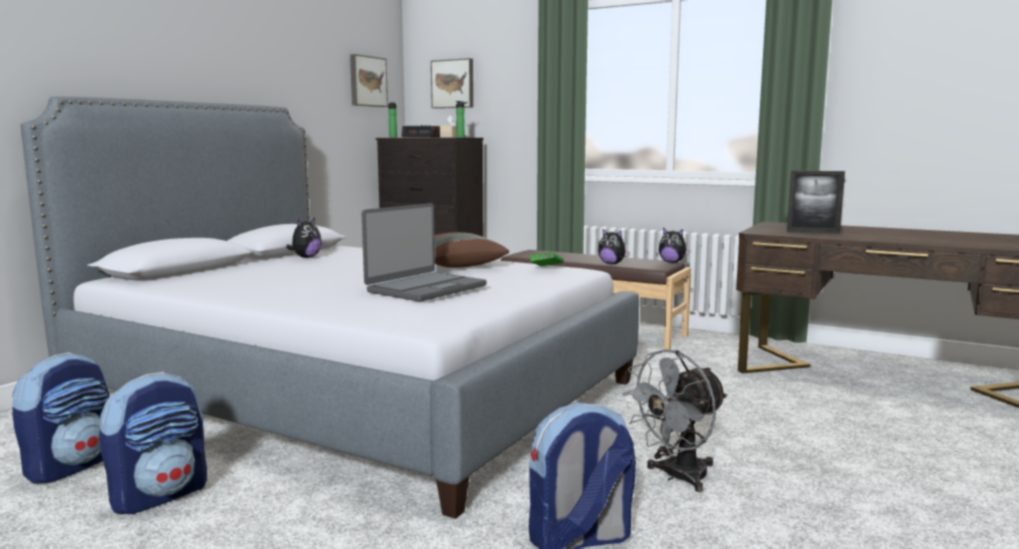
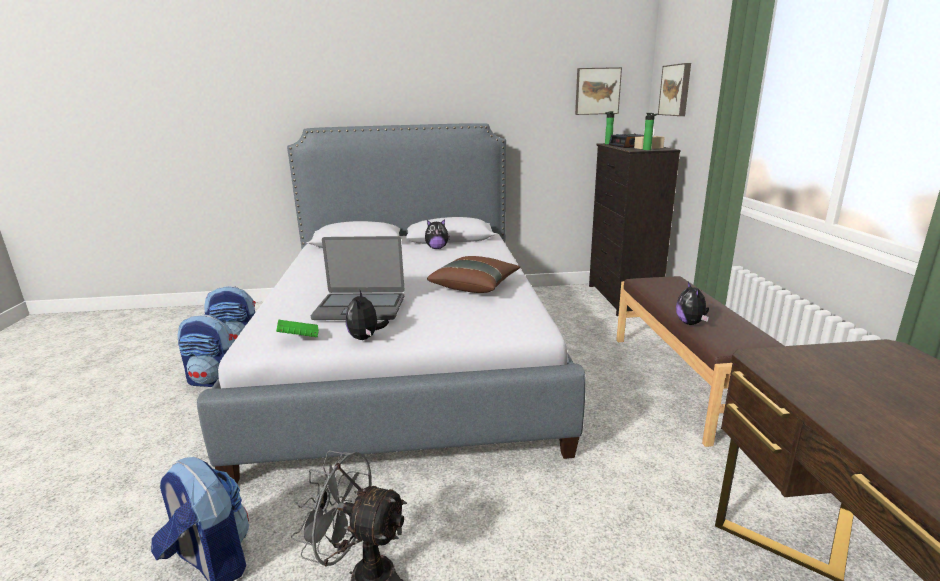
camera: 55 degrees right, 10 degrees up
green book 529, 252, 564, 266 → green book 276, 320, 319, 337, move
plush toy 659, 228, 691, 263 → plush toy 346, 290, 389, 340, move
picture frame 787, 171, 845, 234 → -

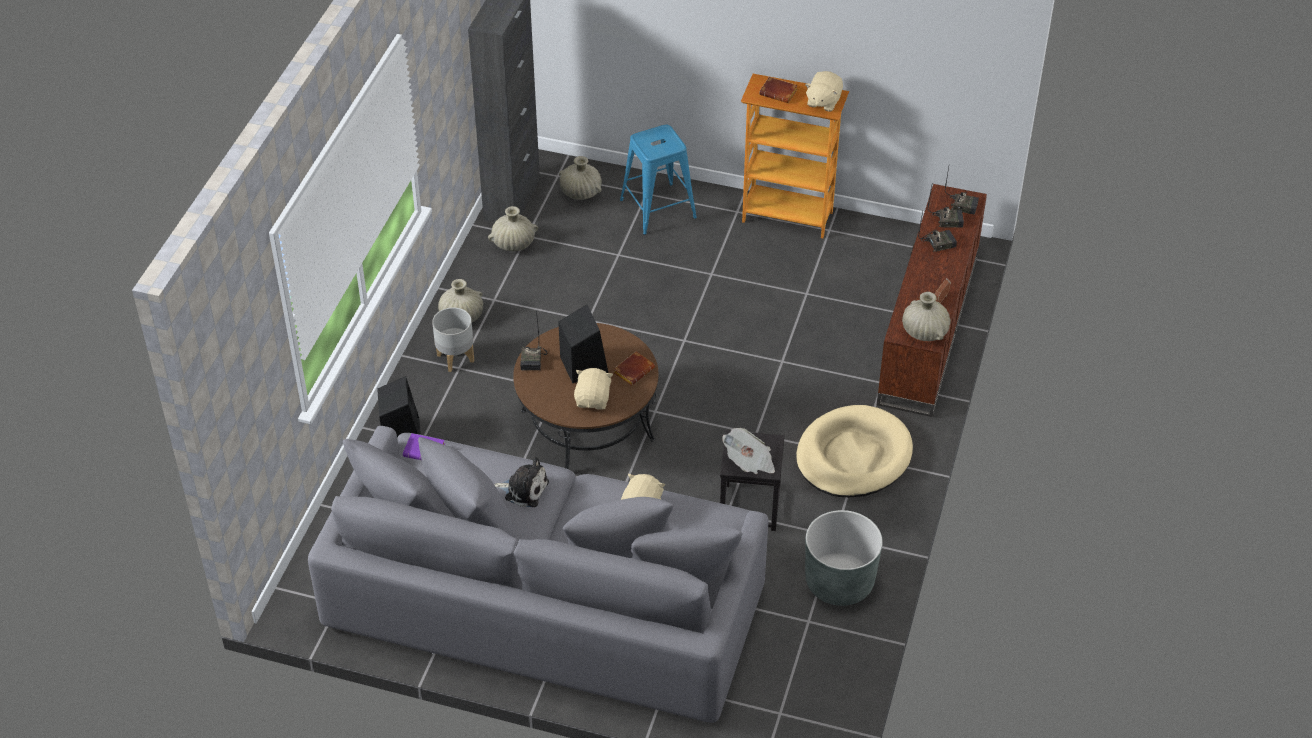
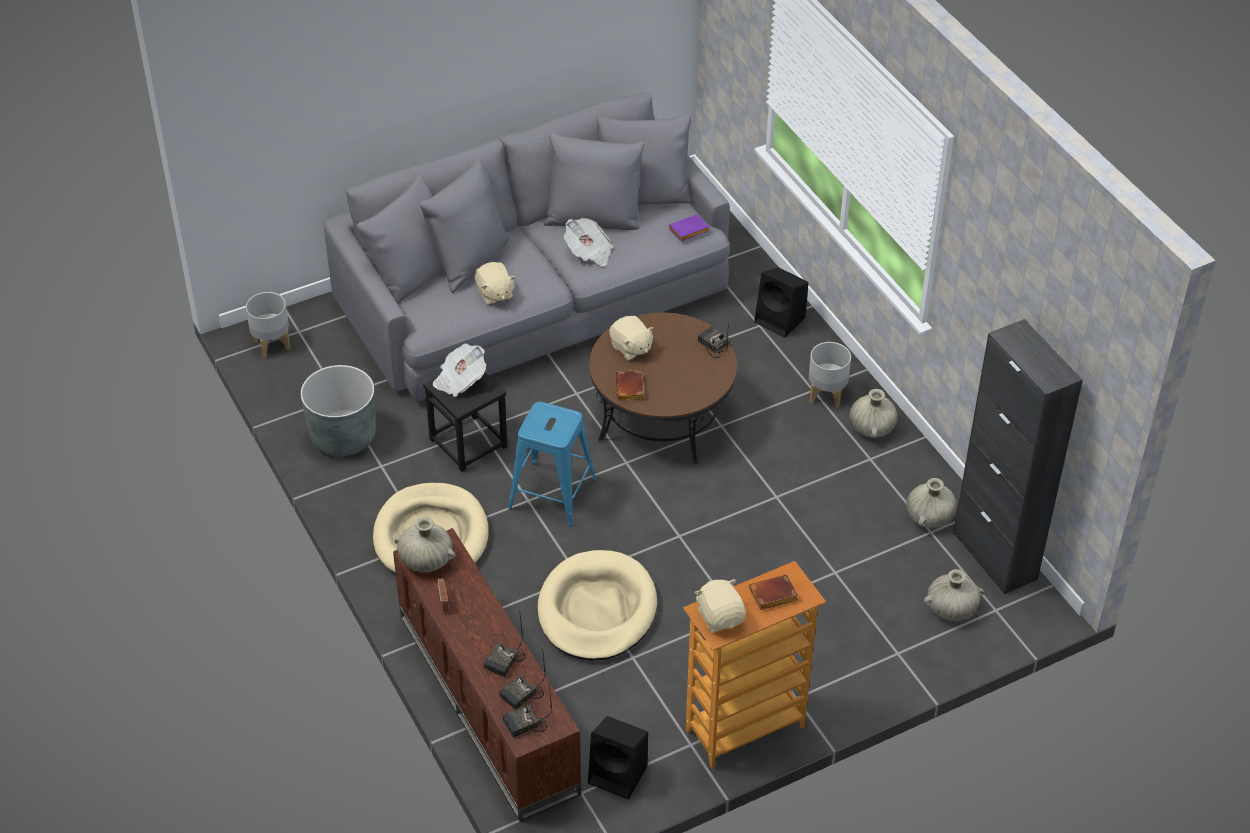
camera: 135 degrees right, 0 degrees up
- → grey planter 246, 292, 291, 358
blue stool 620, 125, 697, 235 → blue stool 508, 402, 596, 527, move
- → beige dog bed 537, 550, 657, 661
plush toy 494, 457, 549, 507 → newspaper 564, 218, 613, 266
black speaker 558, 304, 608, 383 → black speaker 588, 716, 648, 799, move

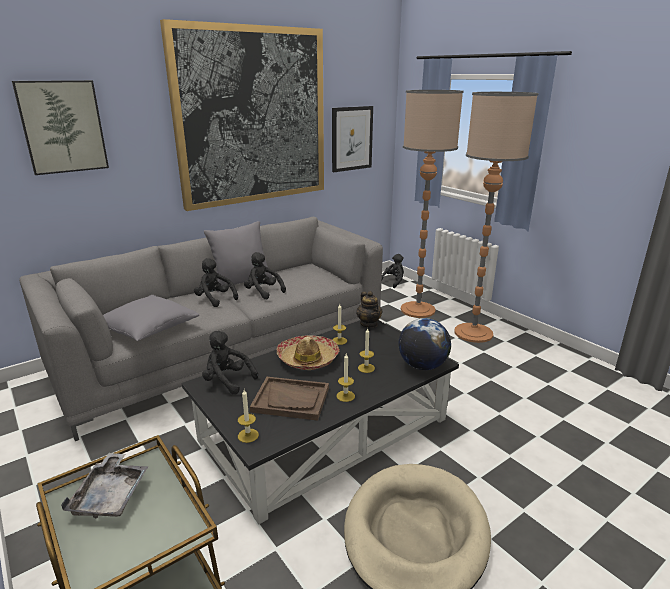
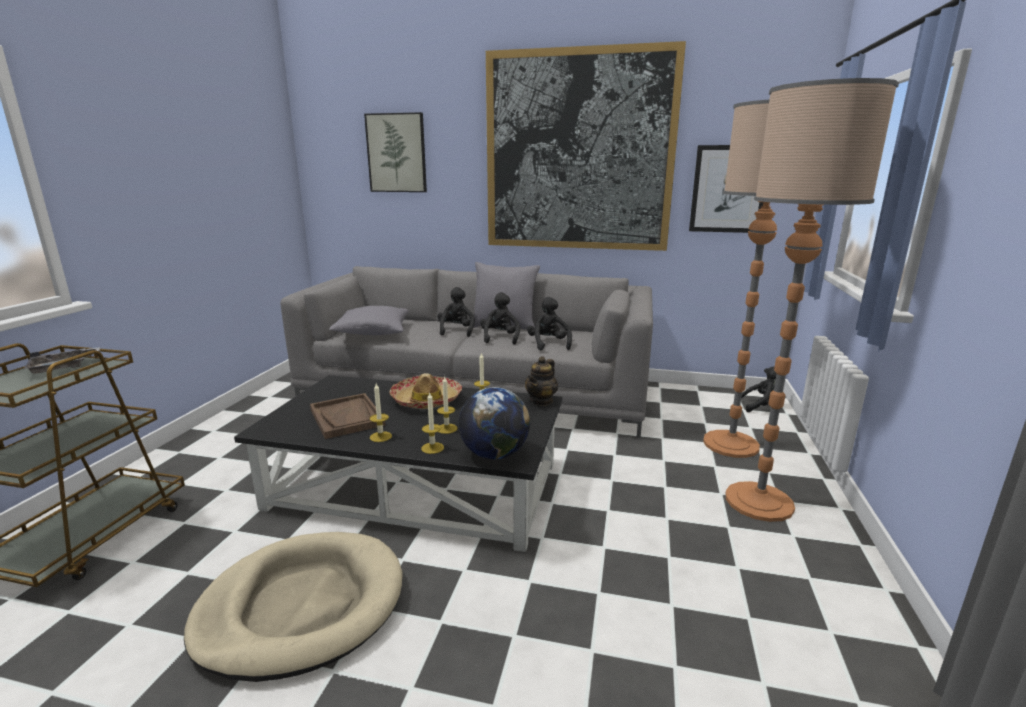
camera: 50 degrees right, 5 degrees down
candle 238, 390, 259, 443 → candle 421, 393, 444, 454, move
black plush toy 202, 331, 258, 395 → black plush toy 527, 297, 572, 350, move

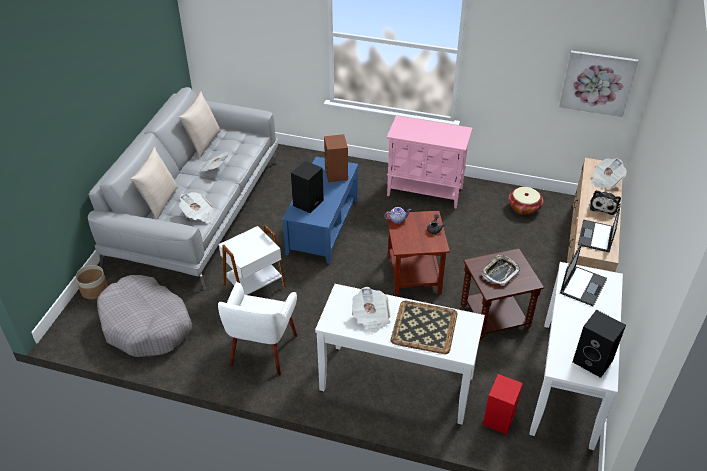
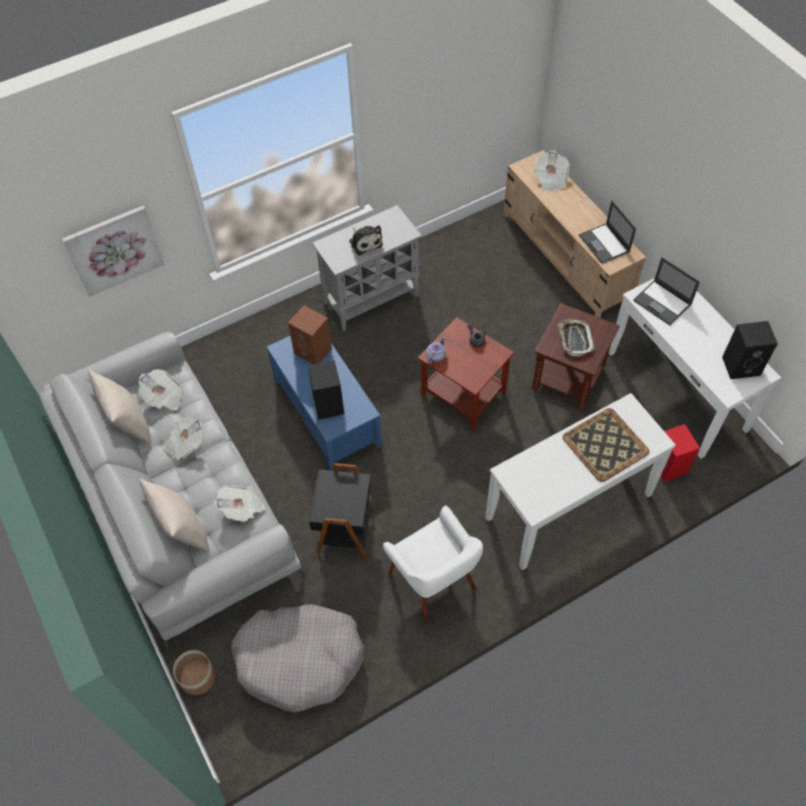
camera: 45 degrees left, 15 degrees up
picture 559, 50, 638, 117 → picture 62, 205, 165, 297, move
newspaper 352, 287, 390, 334 → newspaper 138, 369, 183, 410, move
white side table 219, 225, 286, 295 → black side table 309, 463, 375, 559
pink cabinet 387, 116, 472, 209 → grey cabinet 312, 205, 422, 331
plush toy 590, 190, 621, 215 → plush toy 349, 225, 383, 256, move
laptop 560, 242, 607, 306 → laptop 633, 257, 700, 325, 150 degrees clockwise
basket 508, 187, 543, 215 → -

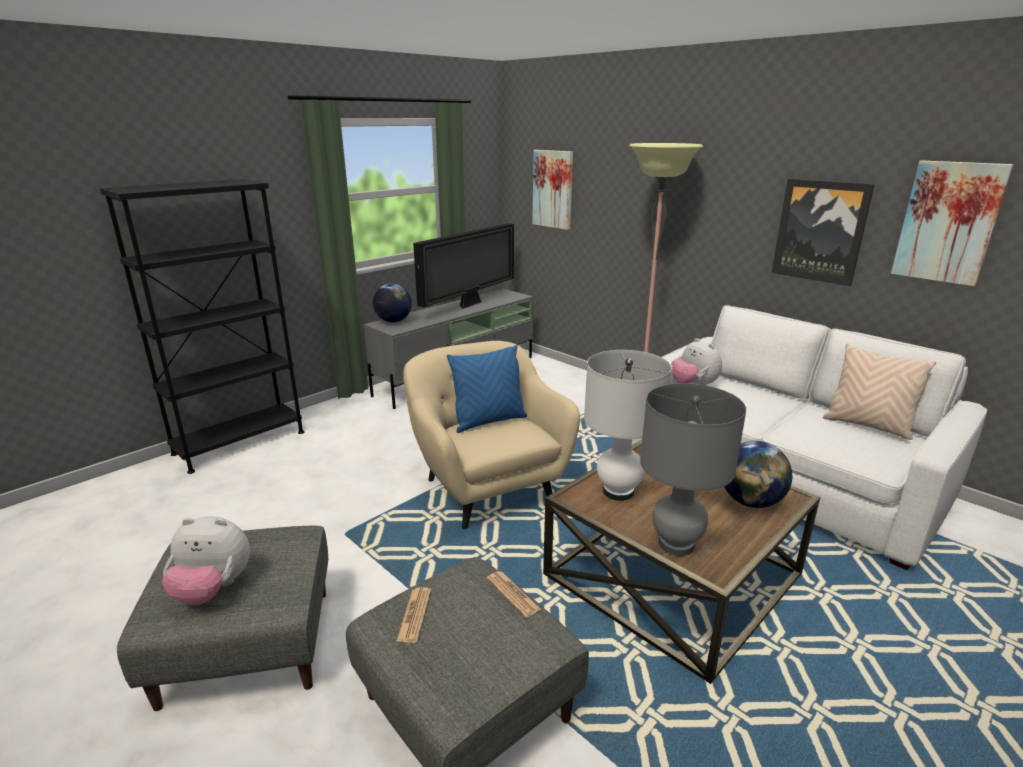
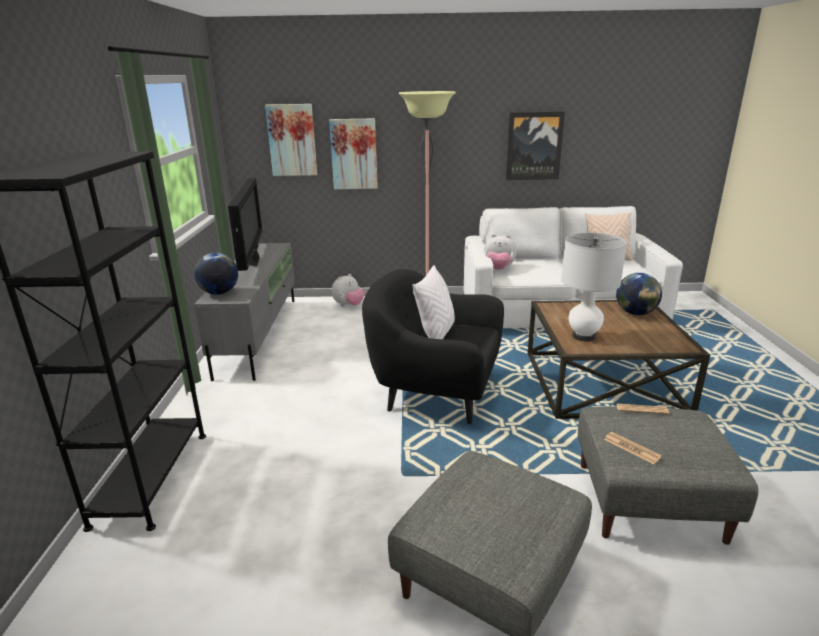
camera: 45 degrees left, 0 degrees up
picture 891, 160, 1014, 286 → picture 329, 118, 378, 189, move
plush toy 162, 516, 250, 605 → plush toy 332, 274, 365, 306, move
beige armchair 403, 341, 580, 529 → black armchair 362, 269, 504, 424
blue pillow 447, 345, 527, 433 → white pillow 412, 265, 455, 339
grey table lamp 640, 383, 746, 556 → -

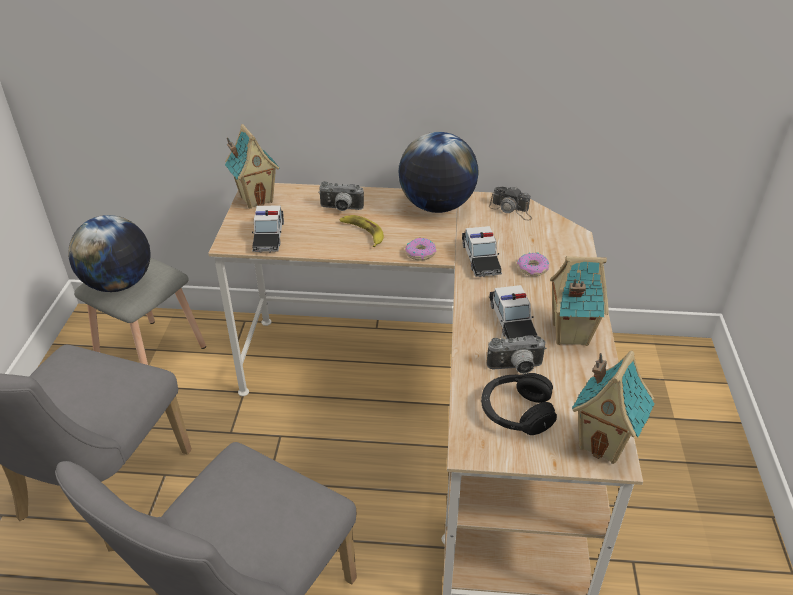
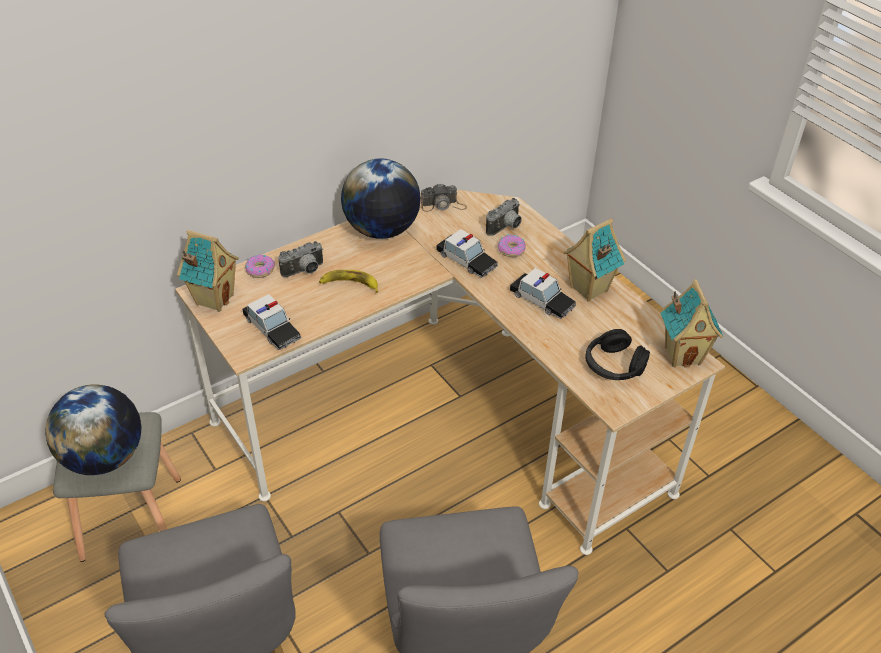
camera: 40 degrees left, 5 degrees up
donut 405, 238, 437, 261 → donut 245, 254, 275, 278, move
photo camera 486, 335, 546, 374 → photo camera 486, 198, 522, 236, move

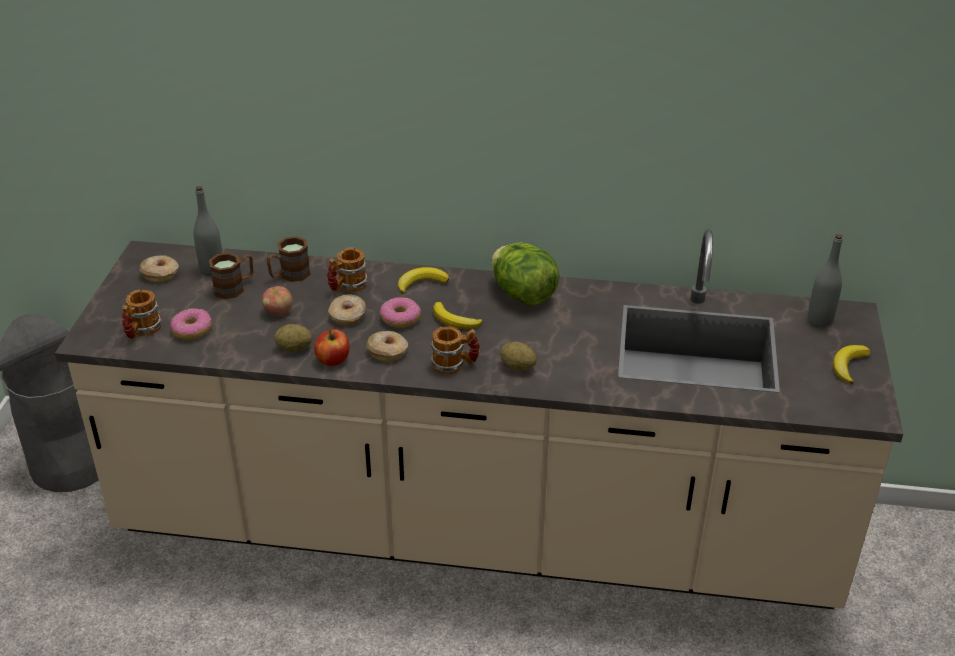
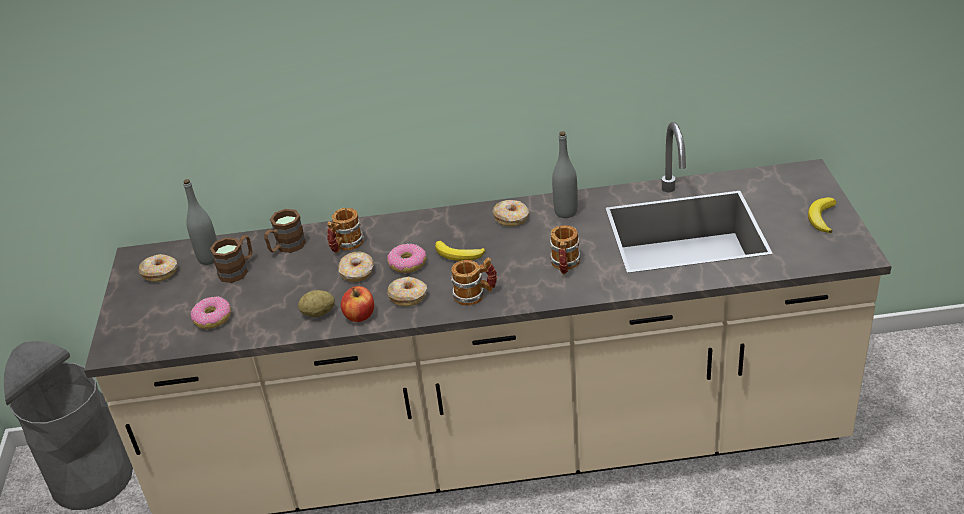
camera: 10 degrees left, 0 degrees up
lettuce 492, 242, 559, 306 → donut 492, 200, 529, 227
mug 122, 290, 162, 340 → mug 550, 225, 580, 274, move
grey bottle 808, 234, 843, 327 → grey bottle 552, 131, 578, 218, move
apple 262, 286, 293, 316 → -
banana 398, 267, 449, 294 → -
potato 500, 342, 537, 371 → -

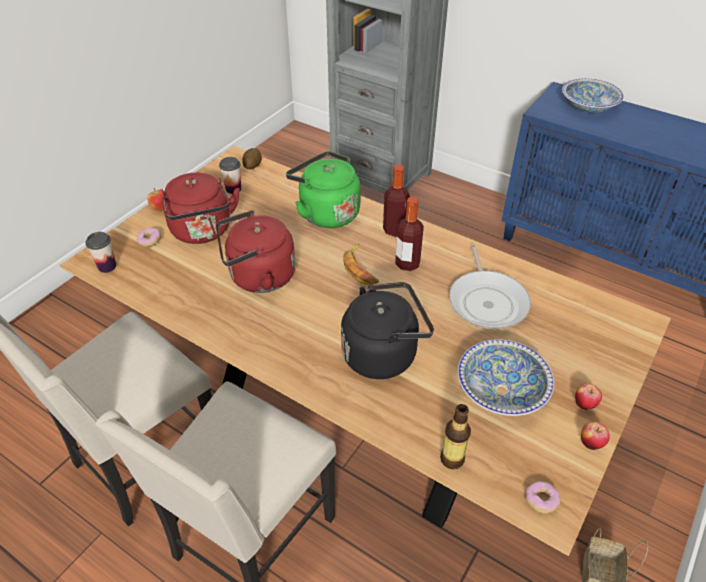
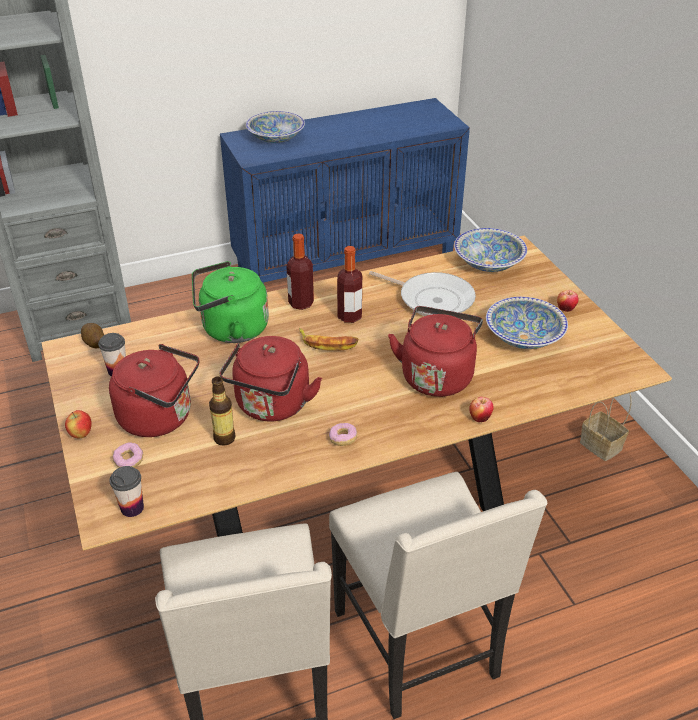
camera: 55 degrees left, 5 degrees down
bottle 440, 404, 471, 469 → bottle 209, 376, 236, 446, move
donut 525, 481, 561, 514 → donut 329, 423, 357, 446, move
black kettle 341, 282, 434, 379 → red kettle 388, 306, 483, 397
- → bowl 454, 228, 527, 272
apple 581, 422, 610, 450 → apple 469, 397, 494, 422, move

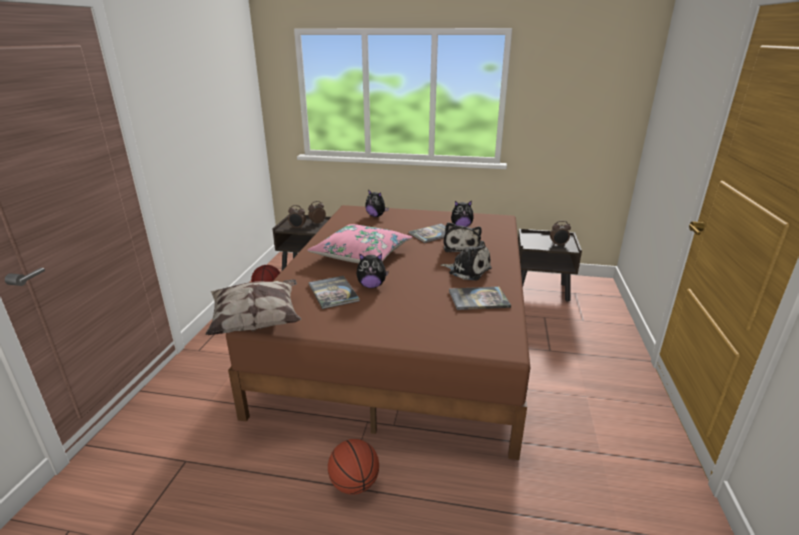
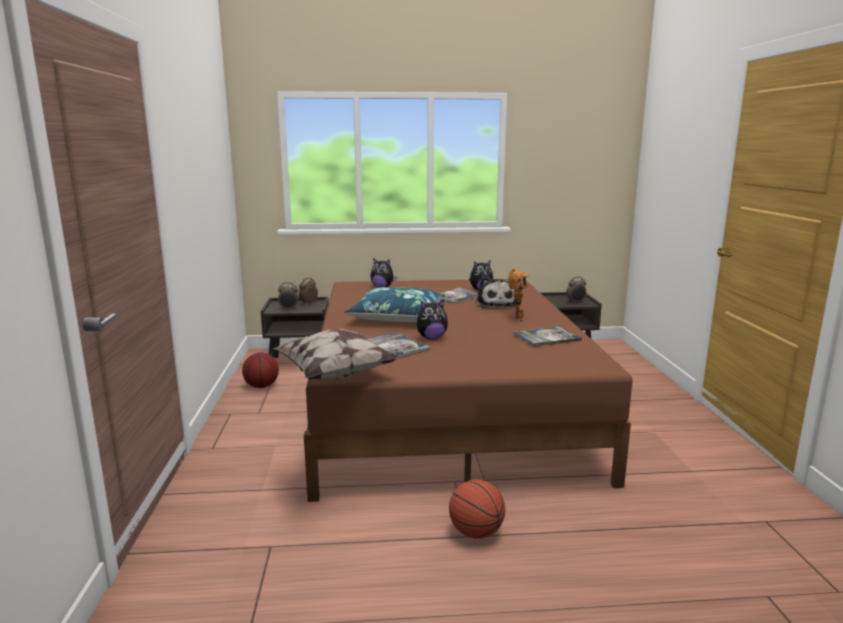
camera: 15 degrees left, 10 degrees down
pink pillow 307, 224, 413, 263 → blue pillow 344, 287, 446, 322
plush toy 441, 241, 492, 280 → toy robot 508, 269, 530, 322

